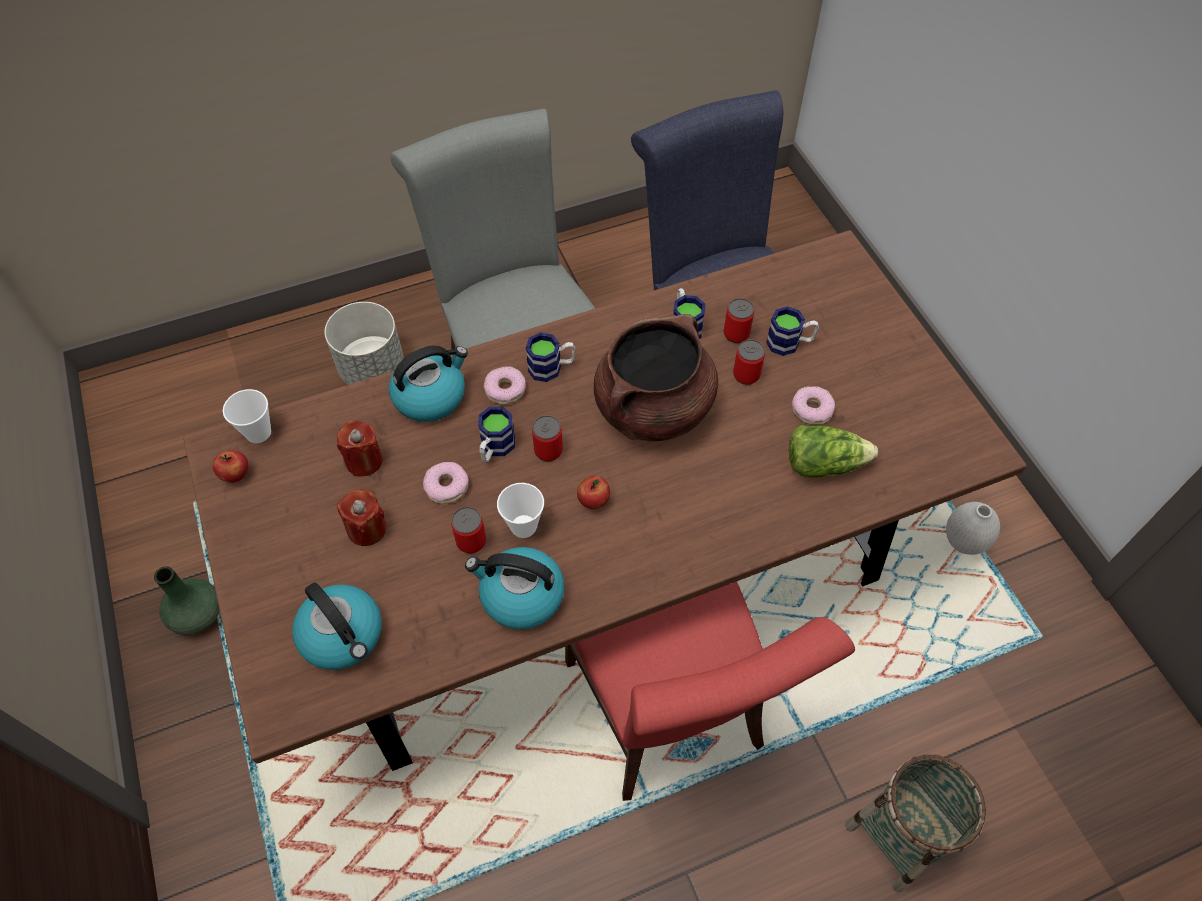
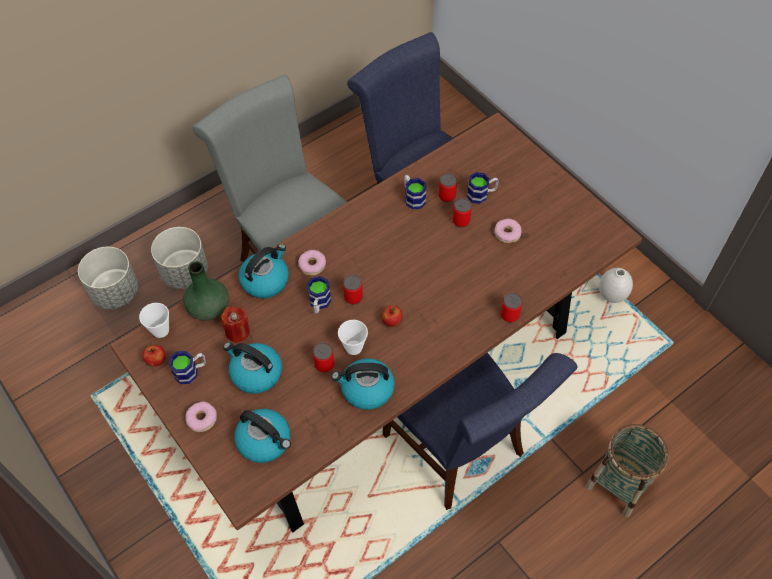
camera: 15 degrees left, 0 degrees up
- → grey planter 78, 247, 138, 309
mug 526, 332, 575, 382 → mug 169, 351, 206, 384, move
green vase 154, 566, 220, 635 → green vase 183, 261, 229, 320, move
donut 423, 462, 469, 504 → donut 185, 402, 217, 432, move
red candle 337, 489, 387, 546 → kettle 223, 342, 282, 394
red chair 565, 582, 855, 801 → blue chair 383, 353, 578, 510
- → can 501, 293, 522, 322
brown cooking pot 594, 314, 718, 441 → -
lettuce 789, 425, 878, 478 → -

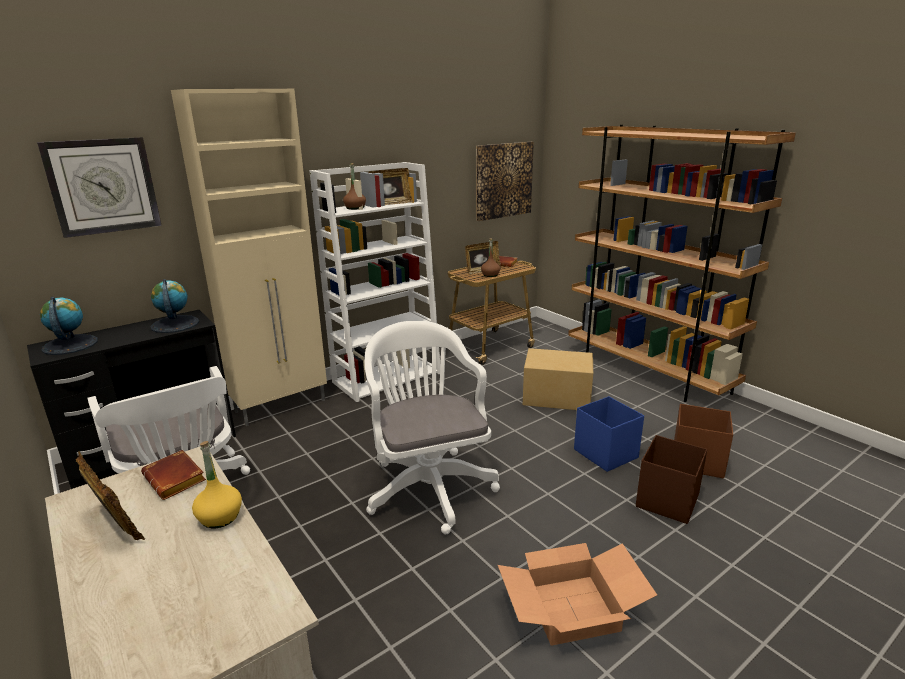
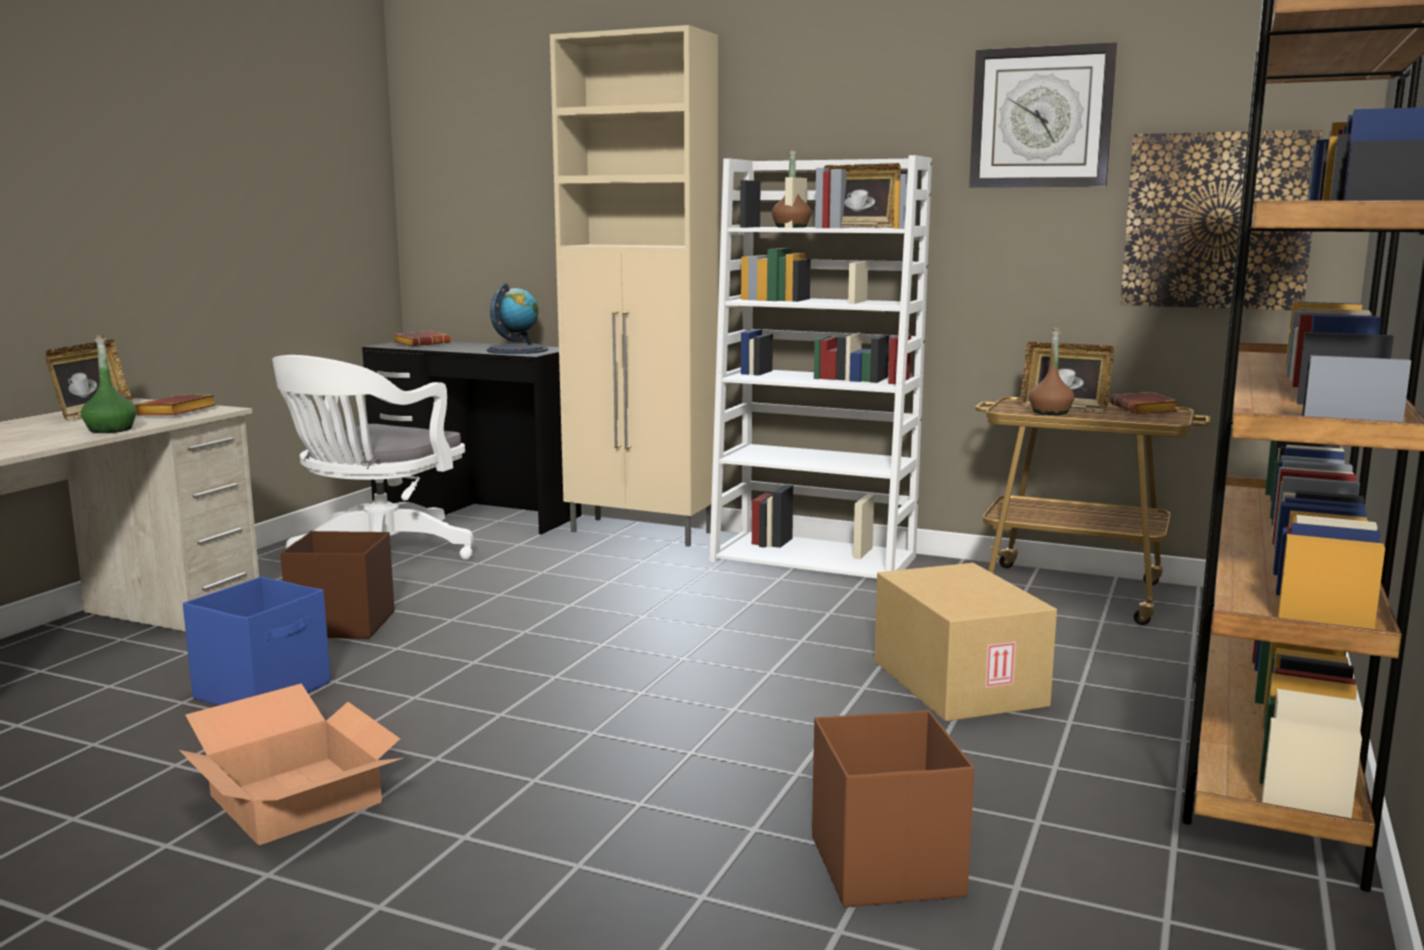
camera: 60 degrees right, 10 degrees down
yellow bottle 192, 441, 242, 528 → green bottle 81, 335, 137, 433
blue storage box 574, 396, 644, 472 → blue storage box 183, 577, 331, 706, move
brown storage box 636, 435, 707, 524 → brown storage box 280, 531, 394, 639, move
globe 40, 297, 98, 355 → brown book 393, 331, 451, 346
wall clock 37, 137, 162, 238 → wall clock 969, 42, 1117, 188, move
white office chair 365, 321, 500, 534 → -

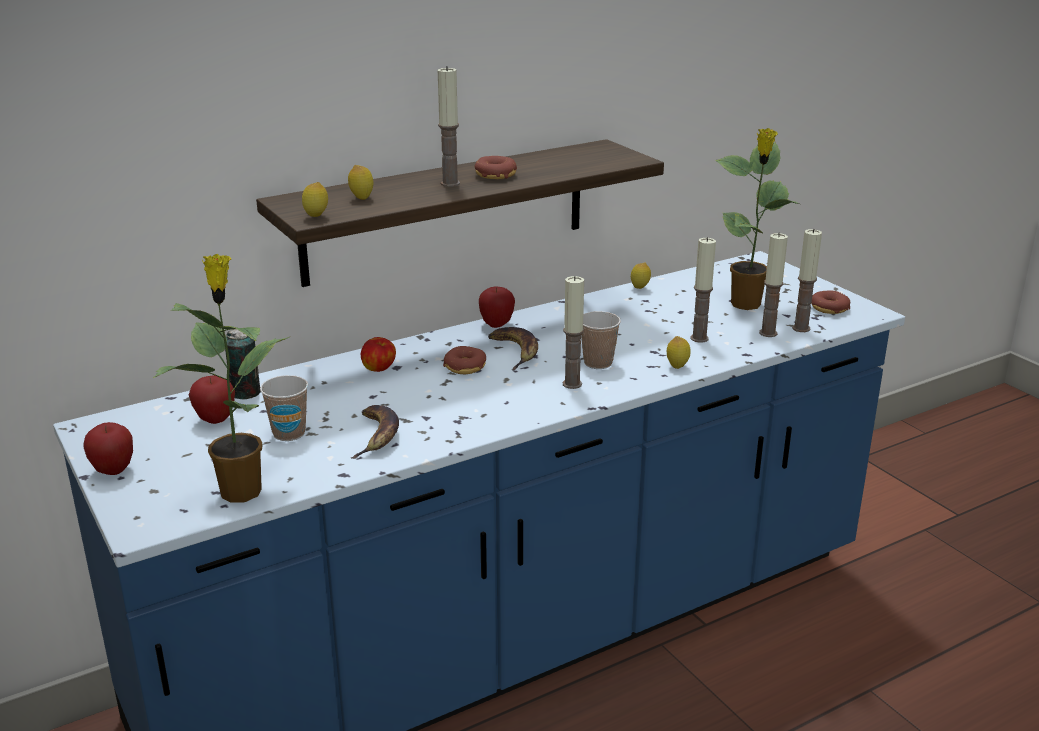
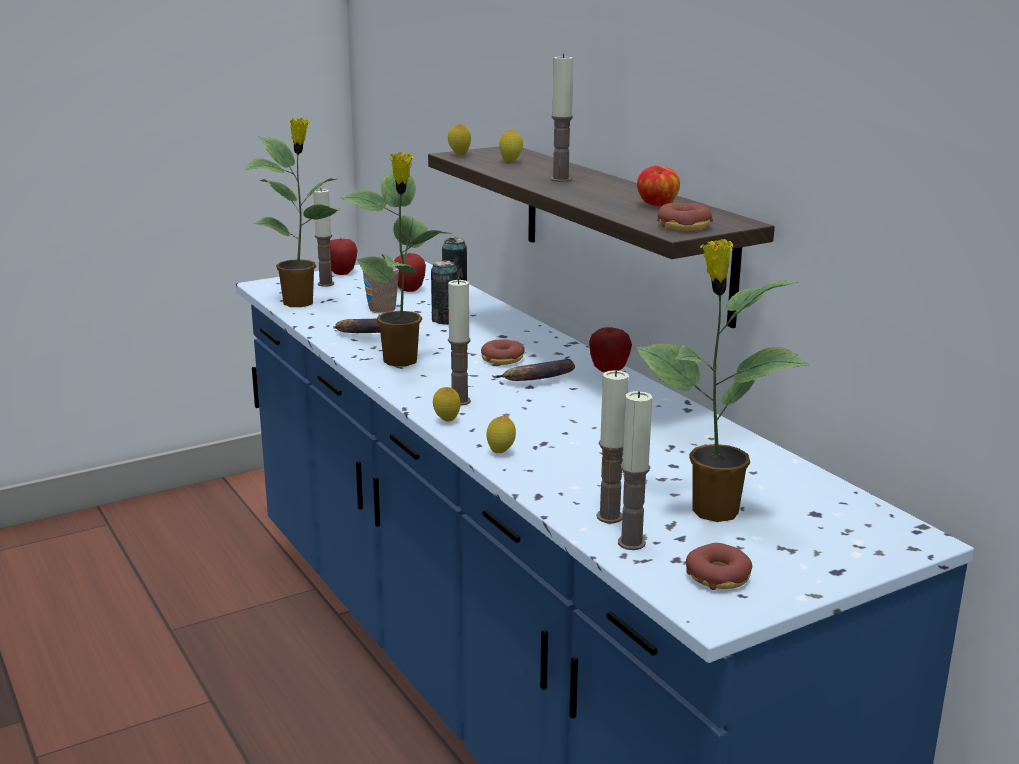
camera: 90 degrees right, 5 degrees down
candle 690, 237, 716, 343 → candle 313, 188, 334, 287, move
- → potted plant 341, 152, 451, 367
- → can 431, 260, 458, 325
lemon 631, 263, 651, 289 → lemon 433, 387, 461, 422, move
apple 361, 337, 396, 372 → apple 637, 166, 680, 206, move
donut 475, 156, 517, 179 → donut 657, 203, 713, 231, move
cup 581, 311, 621, 369 → -

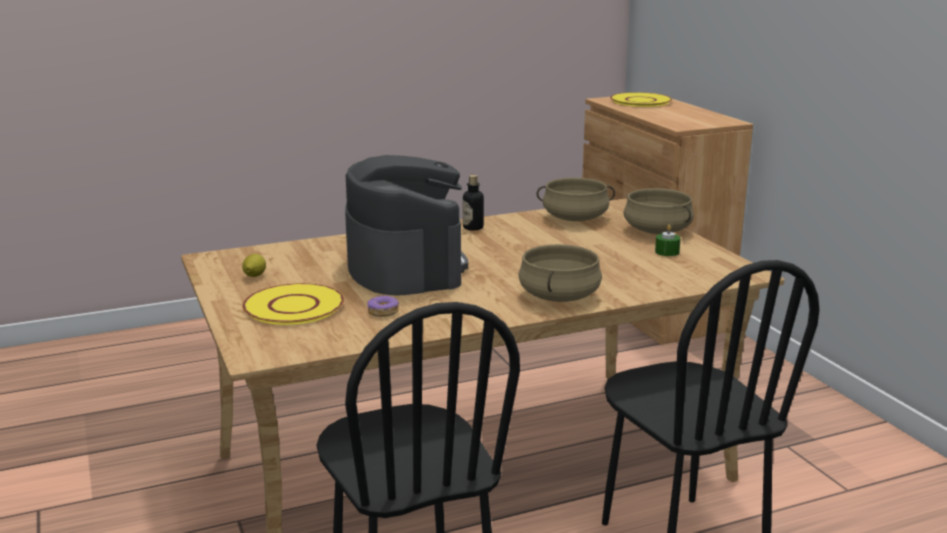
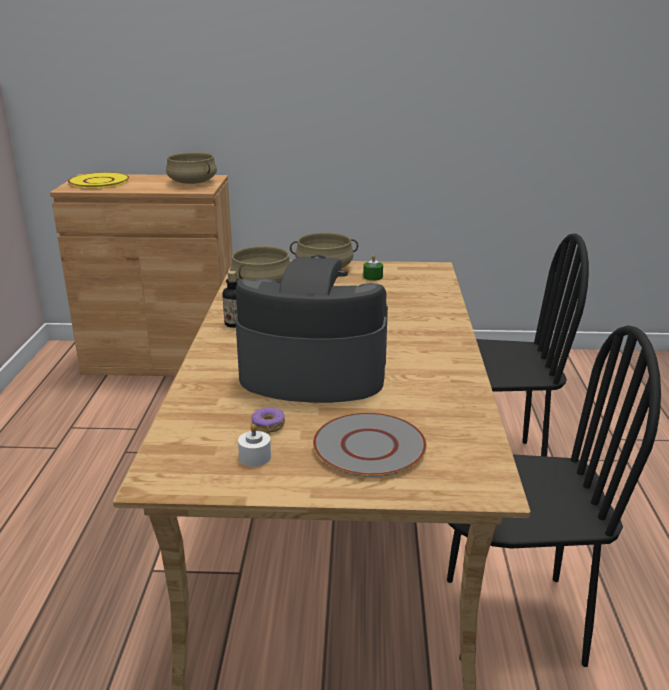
camera: 65 degrees left, 5 degrees up
beige cooking pot 518, 244, 602, 302 → beige cooking pot 166, 152, 217, 184, move
lemon 242, 254, 266, 277 → white candle 238, 424, 271, 467
donut 367, 295, 399, 317 → donut 251, 407, 285, 433, move
yellow plate 242, 283, 344, 325 → grey plate 313, 413, 427, 477

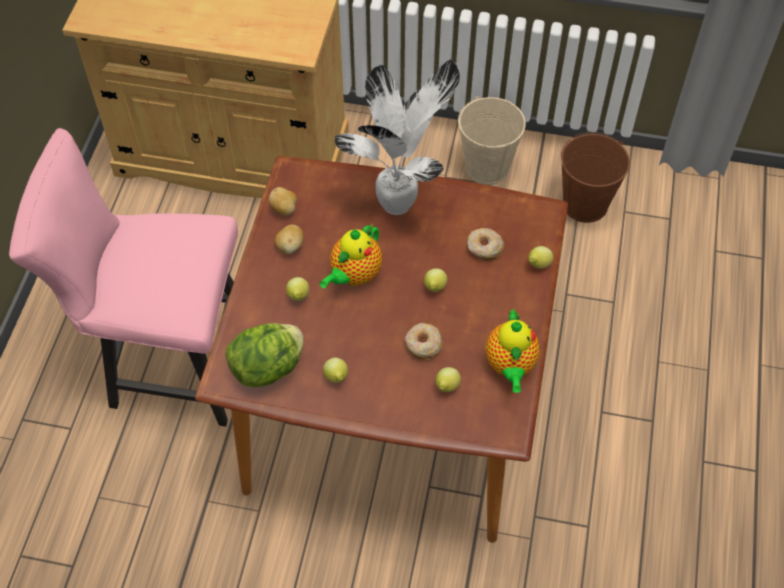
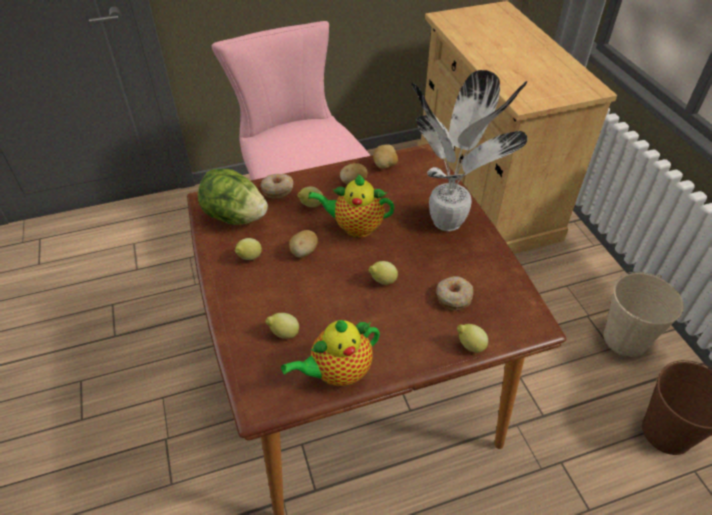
camera: 60 degrees right, 10 degrees down
donut 405, 323, 443, 360 → donut 260, 174, 293, 198, move
- → potato 289, 230, 318, 258

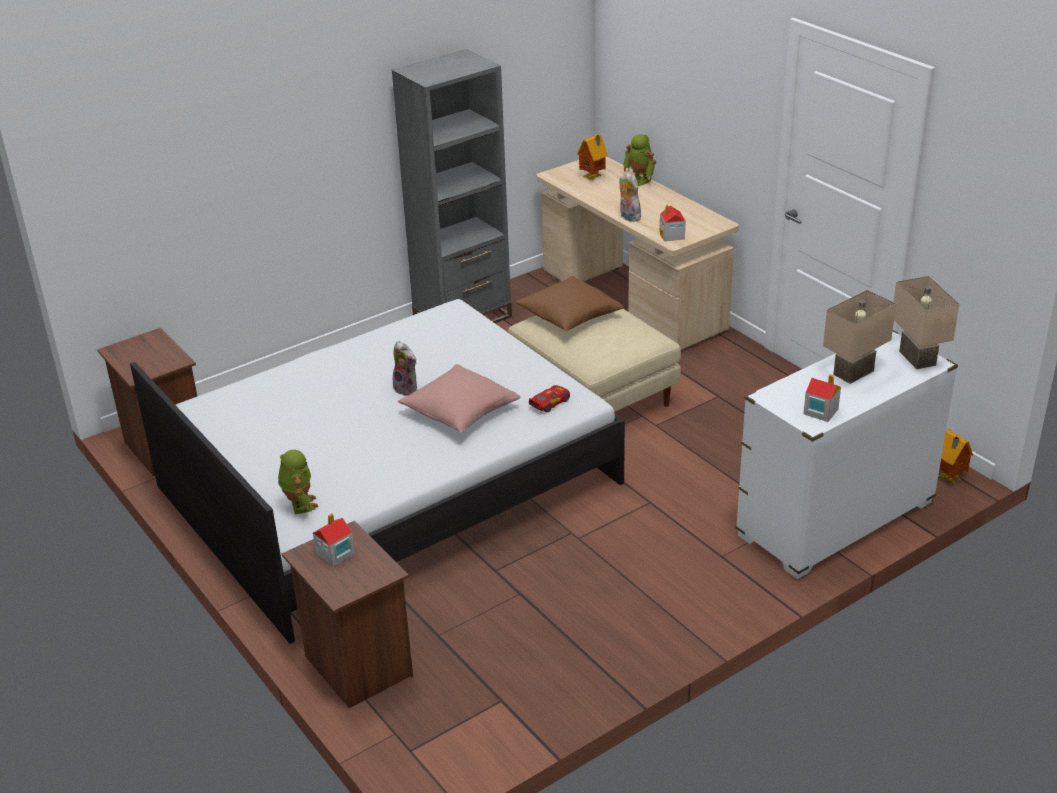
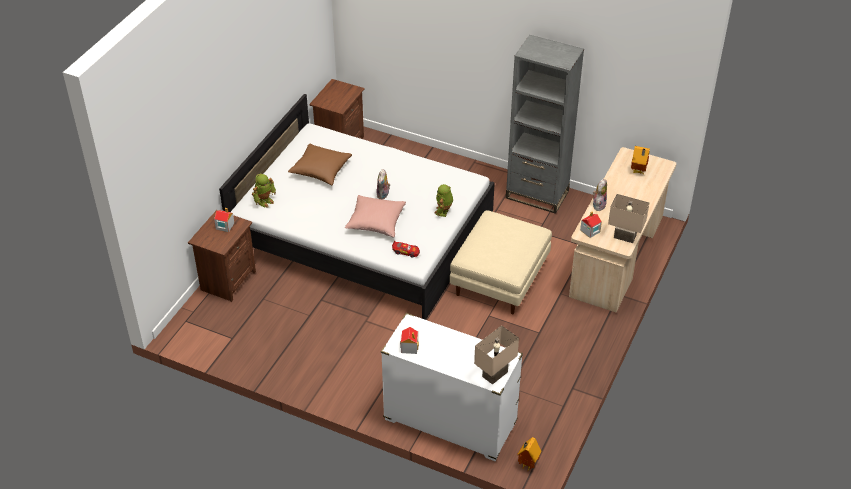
camera: 60 degrees right, 10 degrees up
brown pillow 515, 276, 624, 331 → brown pillow 288, 143, 352, 186, move
toy robot 623, 134, 656, 186 → toy robot 434, 184, 453, 217, move
beige table lamp 823, 290, 896, 384 → beige table lamp 608, 194, 649, 243, move

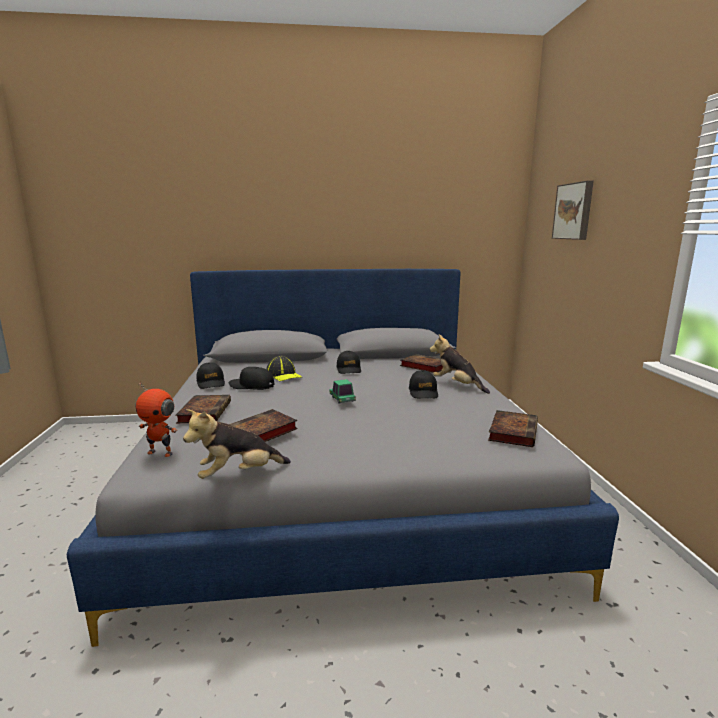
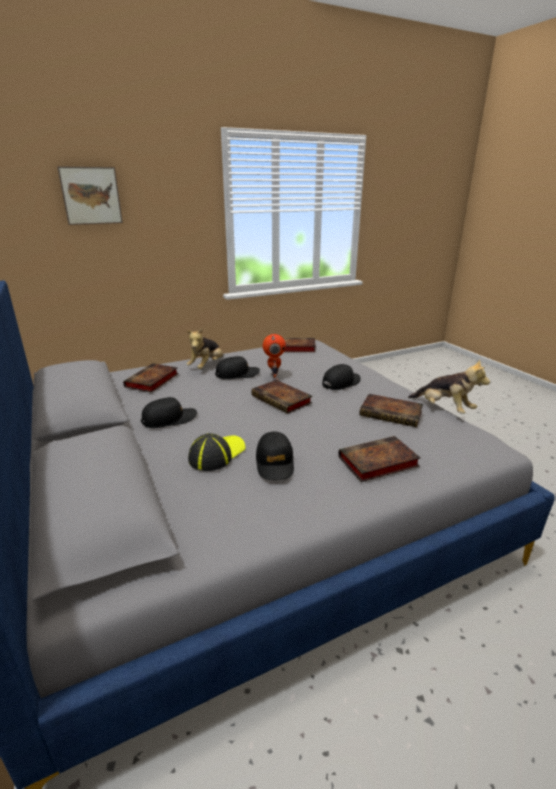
camera: 110 degrees left, 10 degrees up
toy car 330, 379, 356, 404 → book 251, 380, 313, 414
toy robot 135, 381, 178, 457 → toy robot 263, 334, 286, 381, move
black cap 196, 362, 225, 389 → black cap 322, 364, 361, 390, move

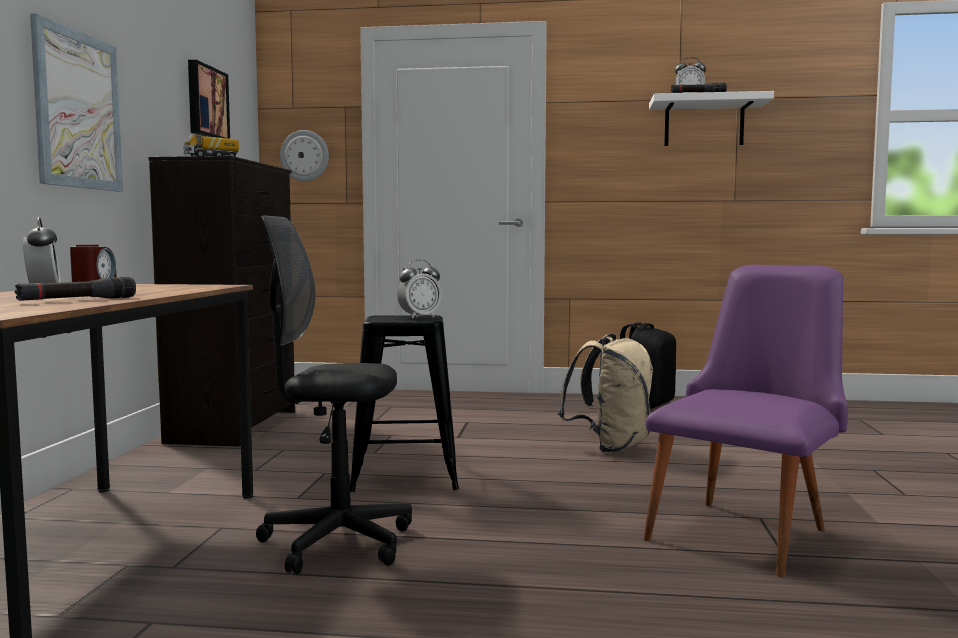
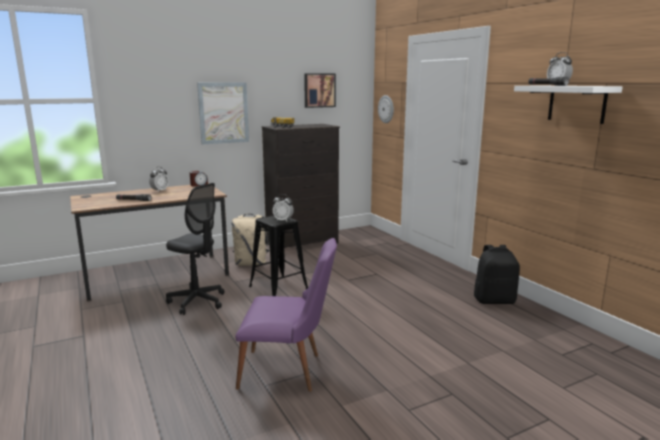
camera: 55 degrees right, 10 degrees up
black office chair 256, 216, 412, 574 → black office chair 166, 183, 225, 315, 150 degrees clockwise
beige backpack 558, 334, 653, 453 → beige backpack 232, 214, 269, 266, move

